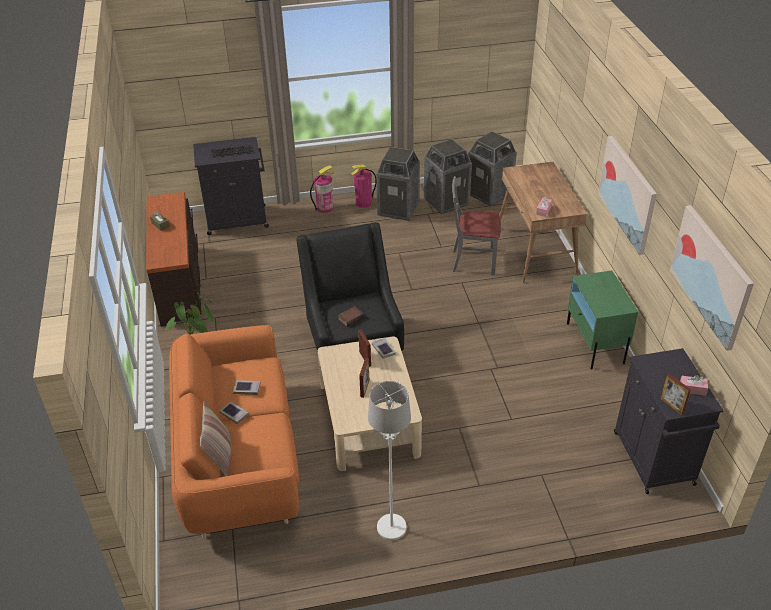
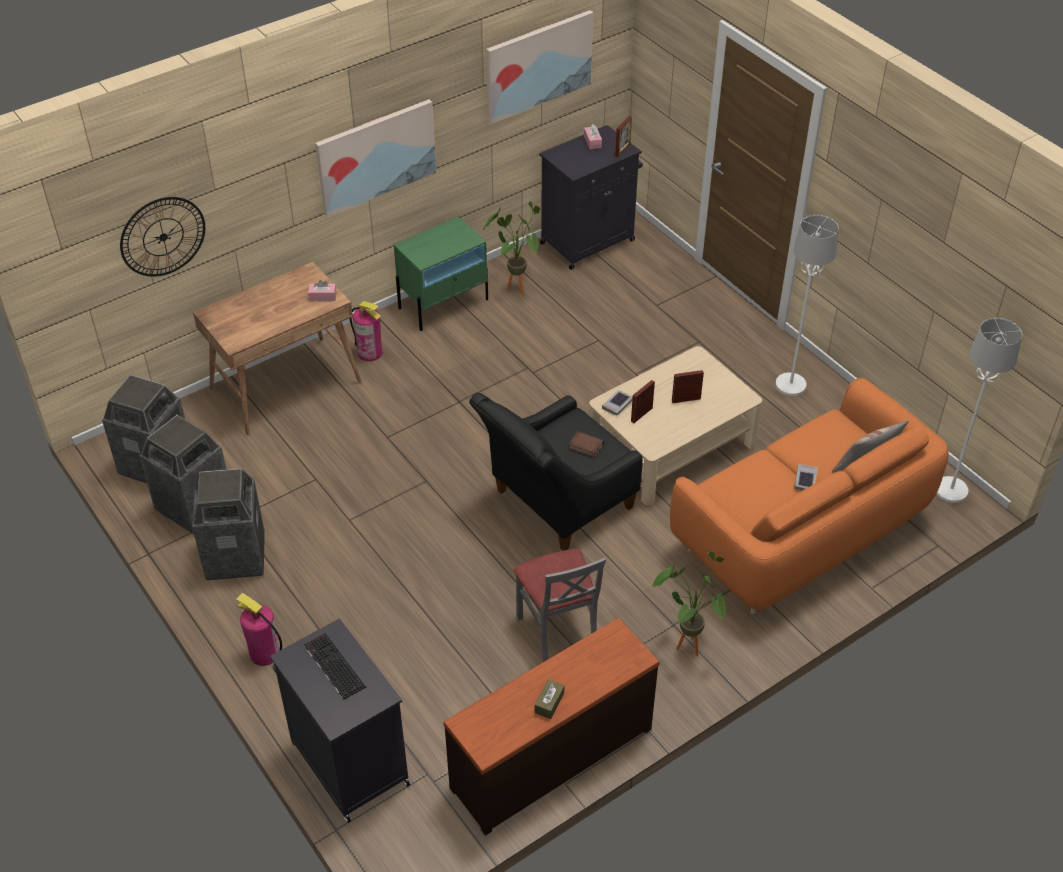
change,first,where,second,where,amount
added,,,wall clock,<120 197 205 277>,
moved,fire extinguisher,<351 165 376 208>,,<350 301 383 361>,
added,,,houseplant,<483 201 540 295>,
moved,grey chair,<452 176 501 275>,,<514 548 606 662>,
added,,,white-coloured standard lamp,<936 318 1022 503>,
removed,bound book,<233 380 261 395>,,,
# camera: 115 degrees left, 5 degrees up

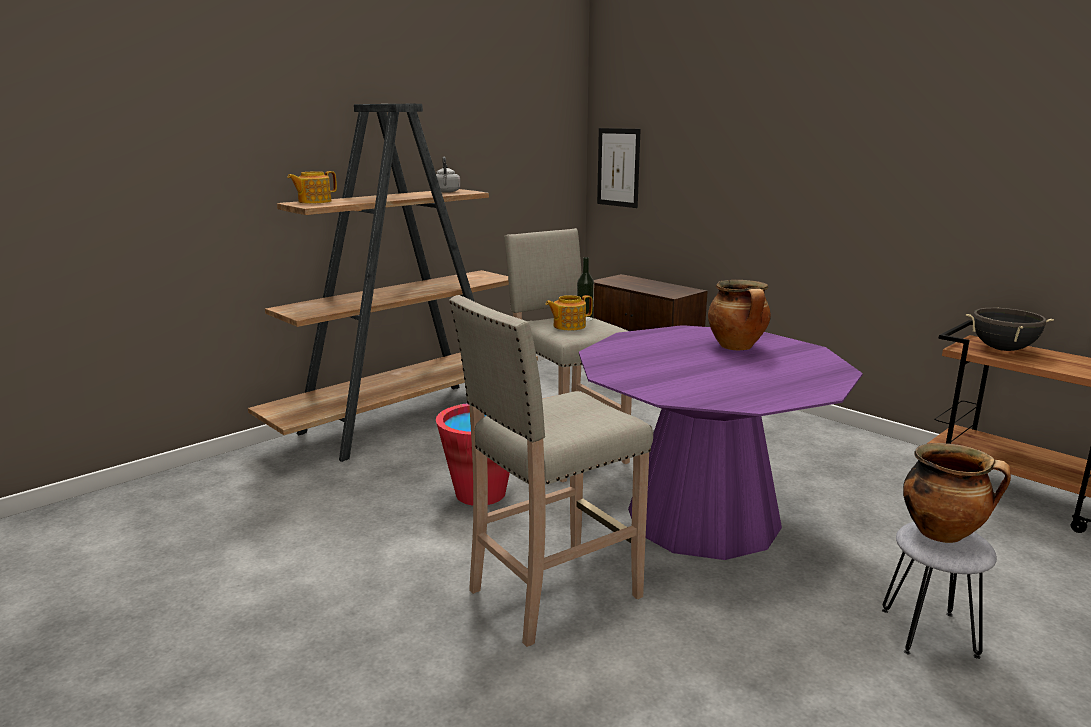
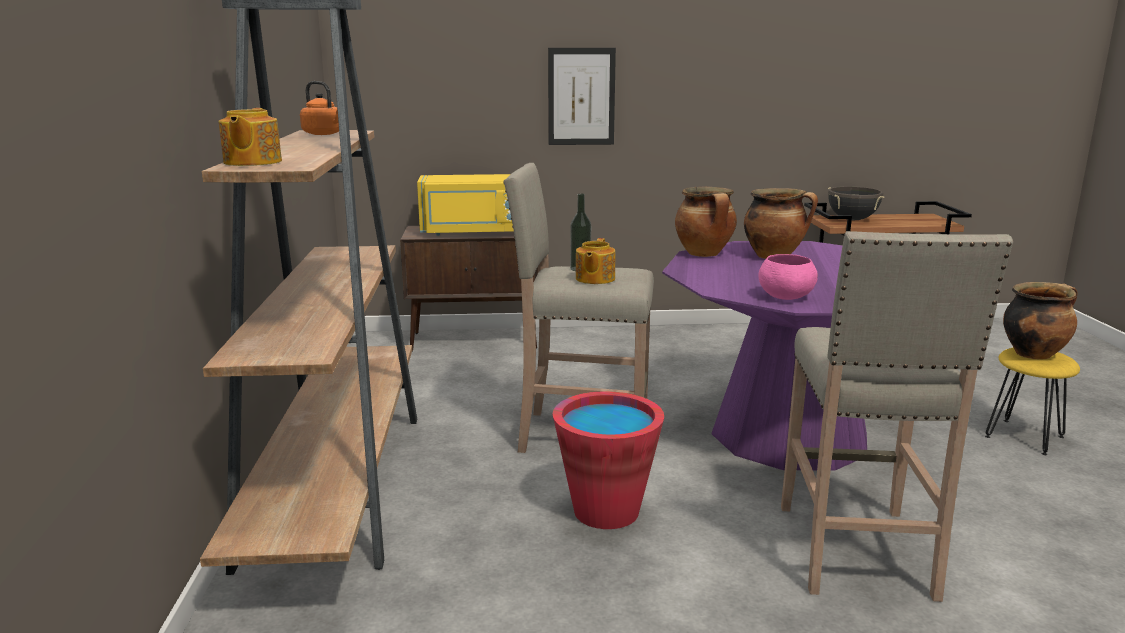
change,first,where,second,where,amount
recoloured,grey water kettle,<436 157 460 193>,orangey water kettle,<300 81 339 135>,
added,,,yellowish kitchen microwave,<417 174 514 236>,
moved,wall picture,<597 128 641 208>,,<548 48 616 145>,
added,,,cooking pot,<675 187 737 257>,
added,,,pink-coloured bowl,<758 254 818 300>,
recoloured,grey stool,<882 522 997 659>,yellowish stool,<985 348 1080 455>,
# camera: 50 degrees left, 0 degrees up

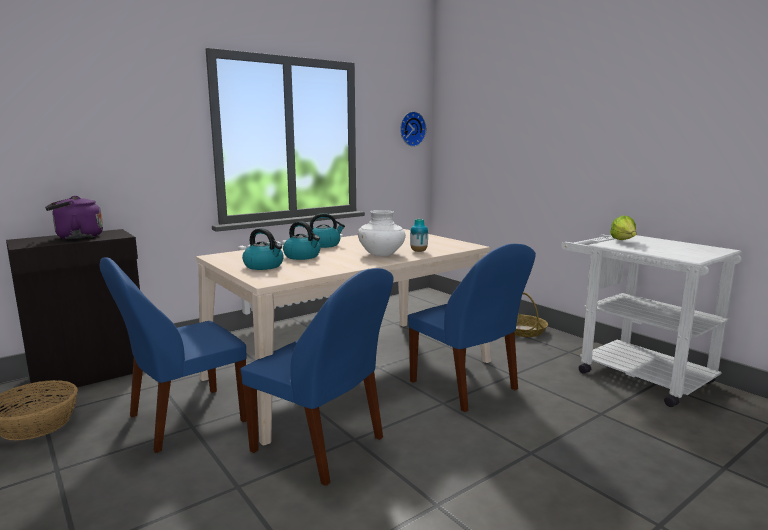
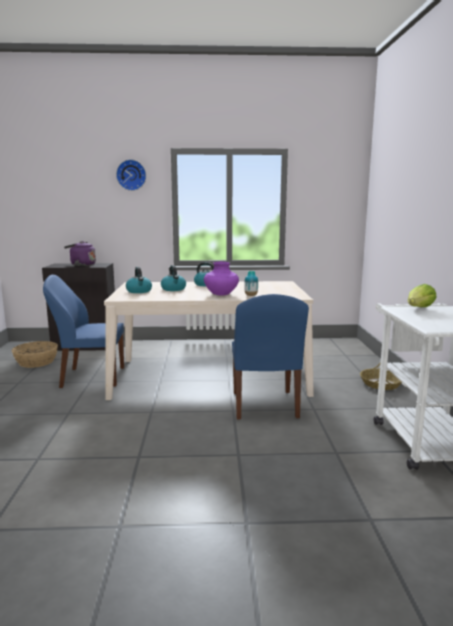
change,first,where,second,where,amount
moved,wall clock,<400 111 426 147>,,<116 159 146 191>,
recoloured,white-coloured decorative vase,<358 210 406 256>,purplish decorative vase,<204 262 239 296>,
removed,blue chair,<241 268 394 486>,,,
# camera: 35 degrees right, 0 degrees up

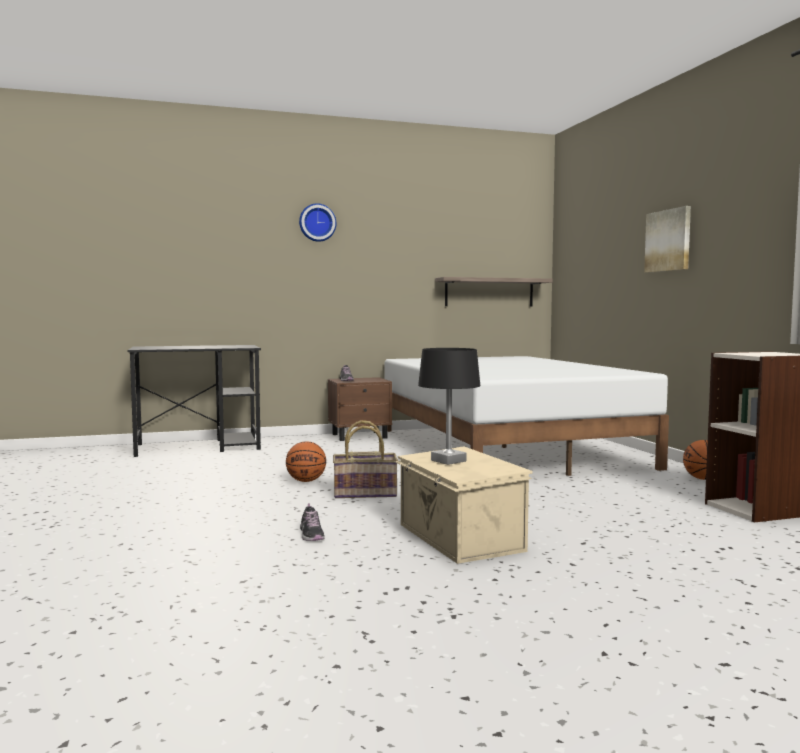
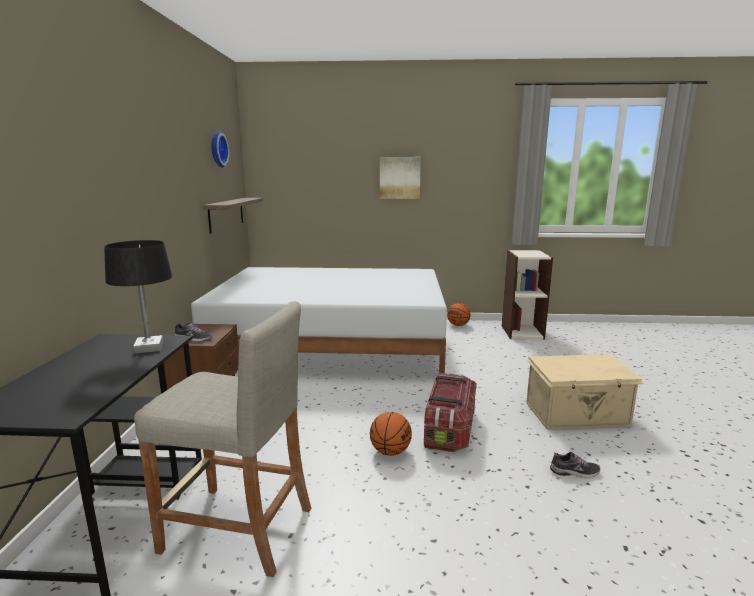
change,first,where,second,where,amount
moved,black tabletop lamp,<418 348 480 465>,,<104 240 172 354>,
added,,,beige stool,<134 301 311 577>,
moved,wall clock,<299 204 336 242>,,<212 131 229 168>,
replaced,storage basket,<333 420 398 498>,storage container,<424 373 477 452>,
# camera: 70 degrees left, 10 degrees up

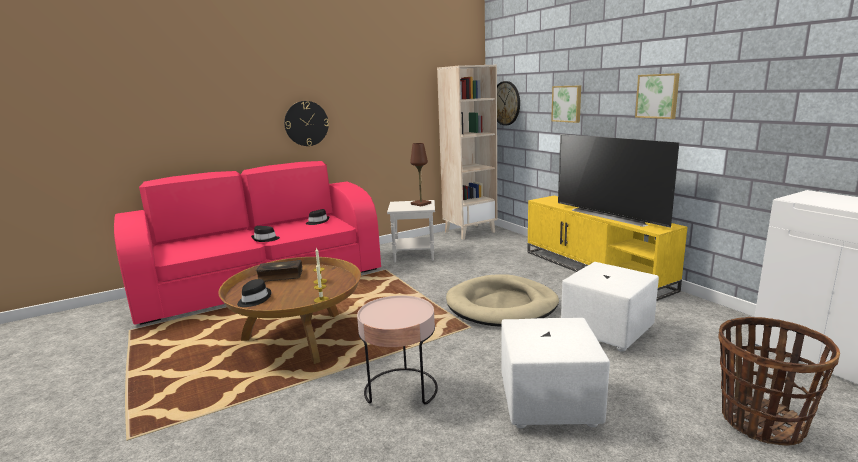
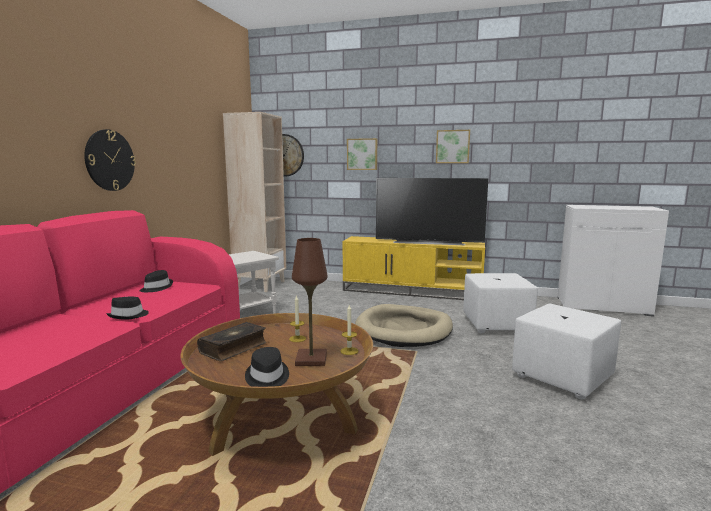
change,first,where,second,where,amount
moved,brown-coloured tabletop lamp,<410 143 431 206>,,<292 238 328 366>,
removed,pink-coloured accent table,<357 295 438 405>,,,
removed,storage basket,<719 317 840 446>,,,
# camera: 45 degrees left, 5 degrees down

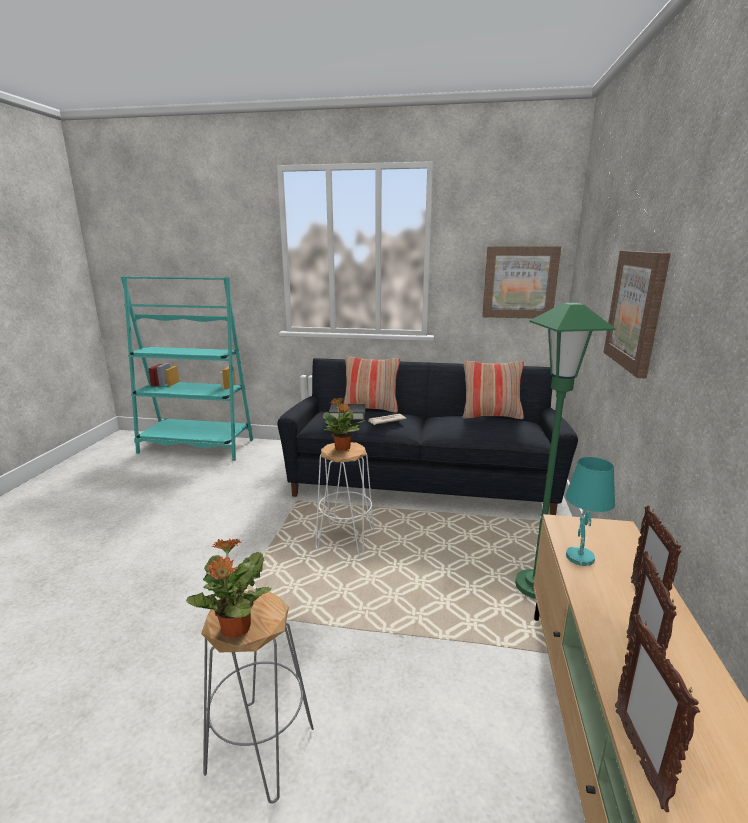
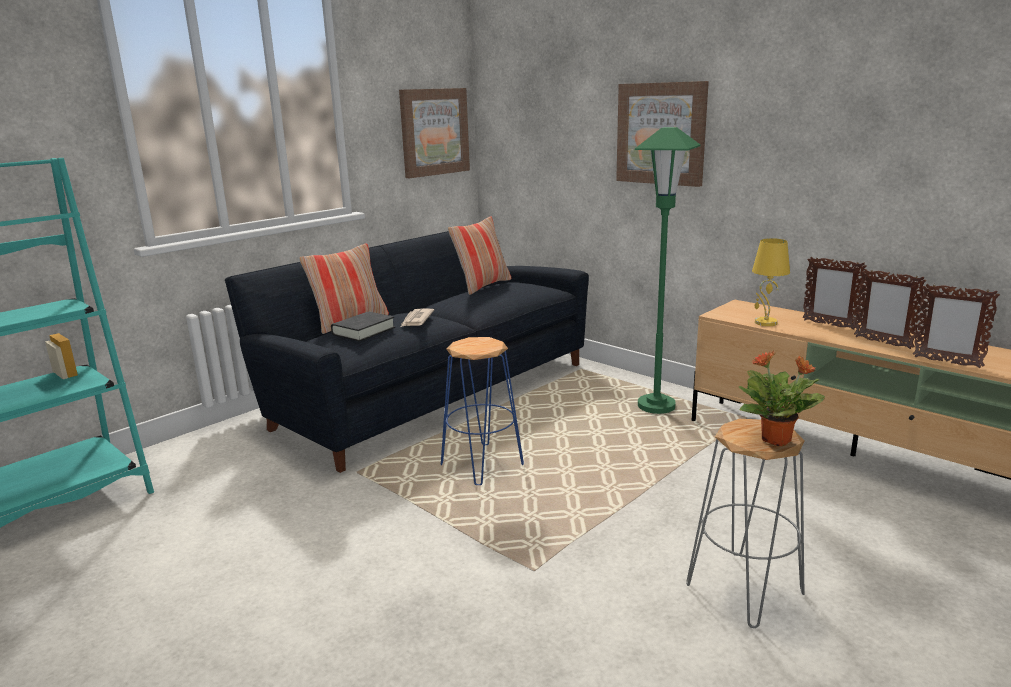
change,first,where,second,where,amount
recoloured,white-coloured stool,<315 442 374 555>,blue stool,<441 337 524 485>,
recoloured,turquoise tabletop lamp,<565 457 615 566>,yellowish tabletop lamp,<752 238 790 326>,
removed,houseplant,<323 398 365 451>,,,
# camera: 55 degrees left, 0 degrees up

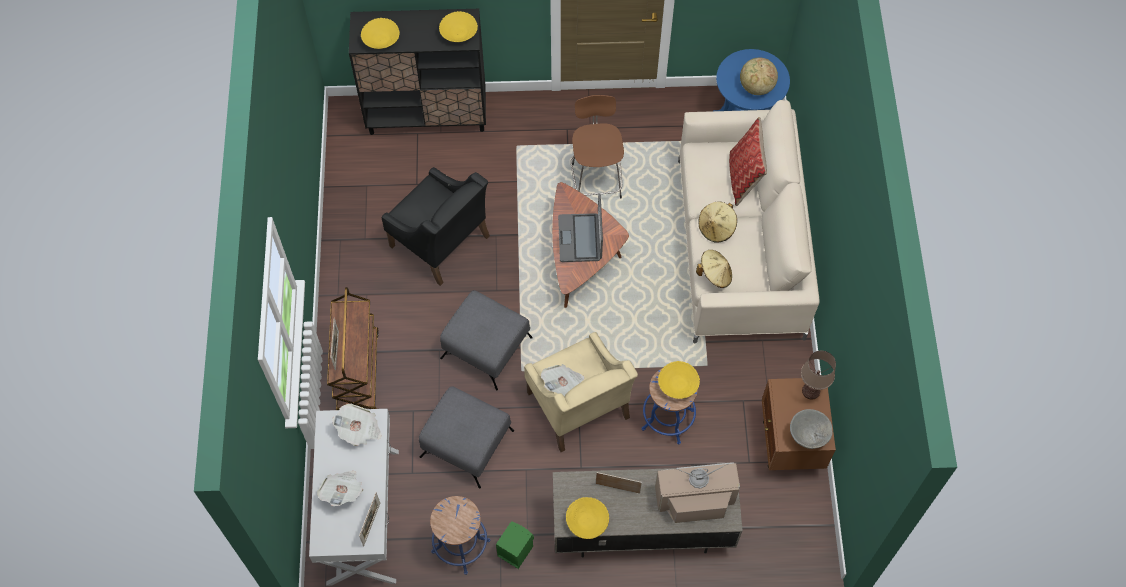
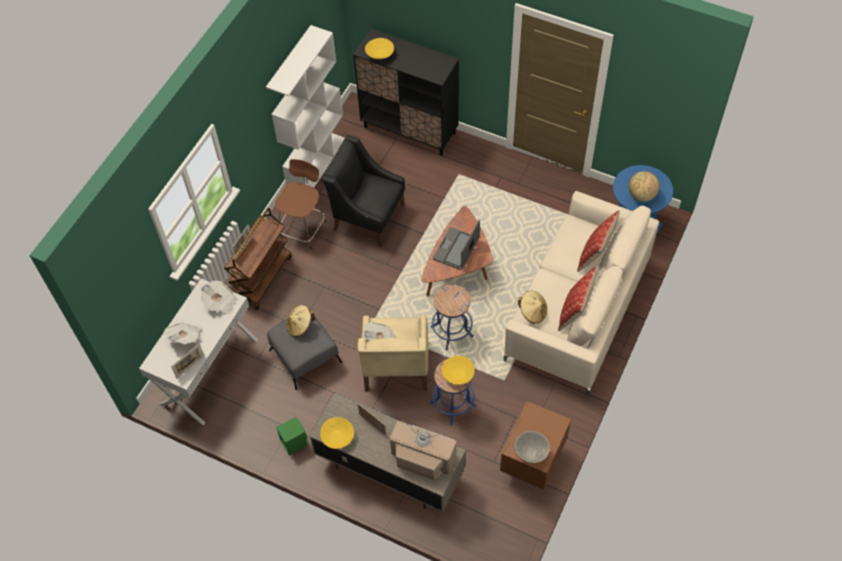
change,first,where,second,where,amount
added,,,white-coloured bookcase,<266 25 345 188>,
moved,brown-coloured stool,<571 95 624 198>,,<275 159 326 249>,
moved,beige clothing hat,<699 201 737 243>,,<287 305 315 337>,
turned,black easy chair,<381 167 490 286>,,<322 135 405 247>,135 degrees clockwise
moved,blue stool,<430 496 490 575>,,<431 285 474 350>,
added,,,throw pillow,<558 266 598 331>,
removed,yellowish bowl,<439 11 478 42>,,,
removed,grey ottoman,<440 290 533 390>,,,
removed,brown-coloured tabletop lamp,<801 350 836 400>,,,
# camera: 30 degrees right, 5 degrees down

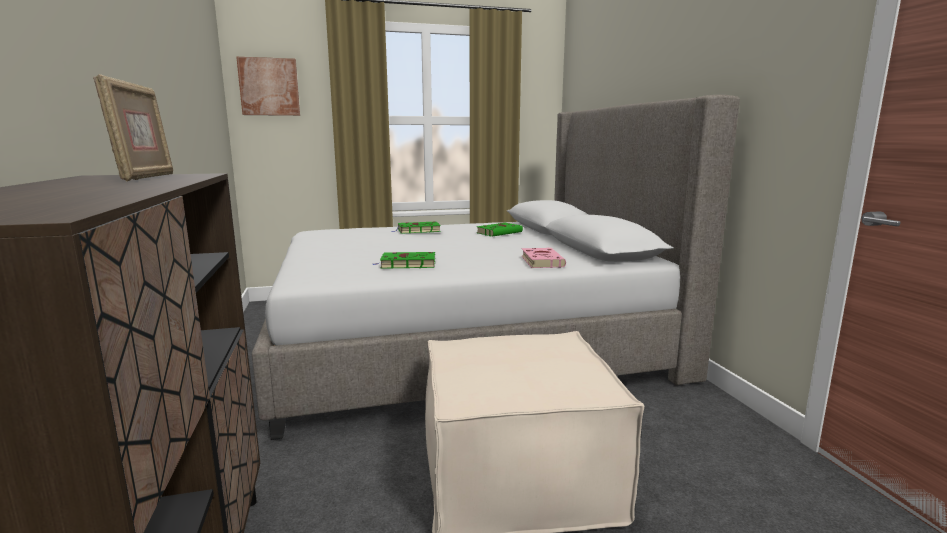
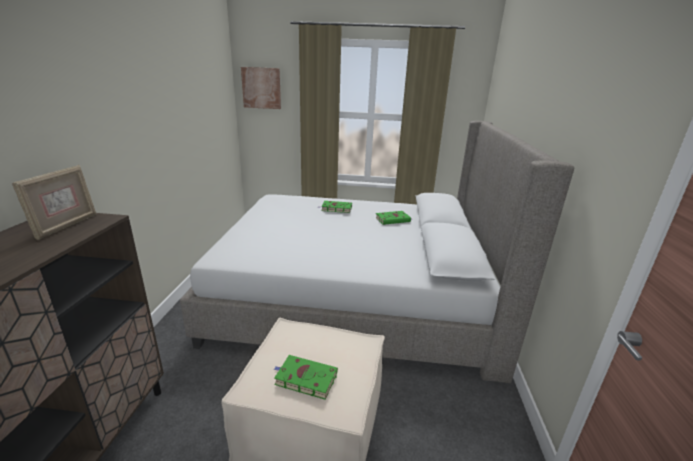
change,first,where,second,where,amount
moved,green bound book,<373 252 435 269>,,<273 355 338 400>,
removed,pink-coloured bound book,<522 248 566 268>,,,
# camera: 20 degrees right, 10 degrees up

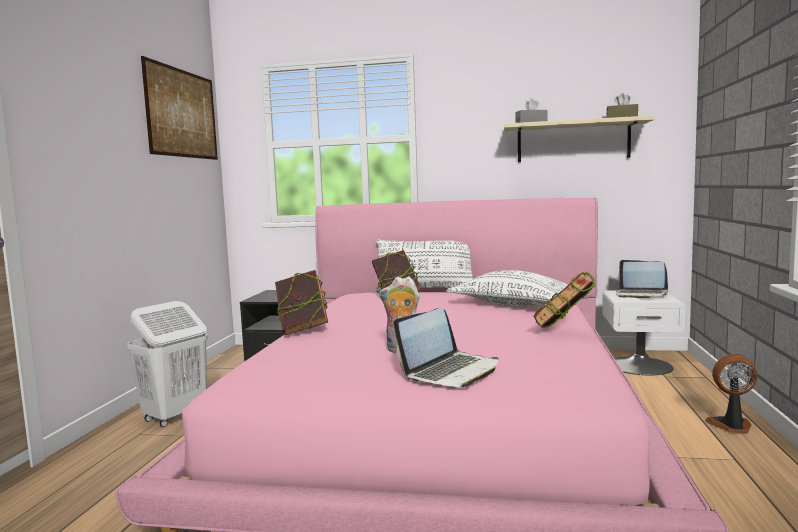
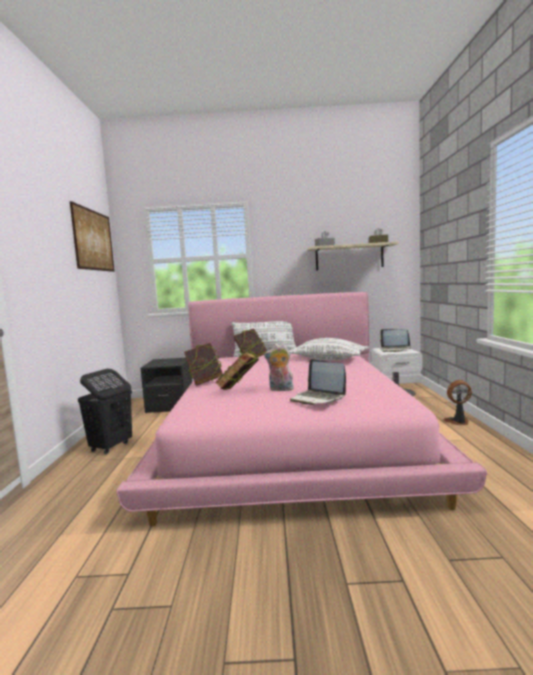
change,first,where,second,where,amount
recoloured,white-coloured washing basket,<127 301 208 427>,black washing basket,<78 369 132 454>,
moved,bound book,<533 271 595 328>,,<215 350 259 390>,
turned,portable computer,<393 308 498 387>,,<290 359 346 405>,105 degrees clockwise
# camera: 10 degrees left, 0 degrees up

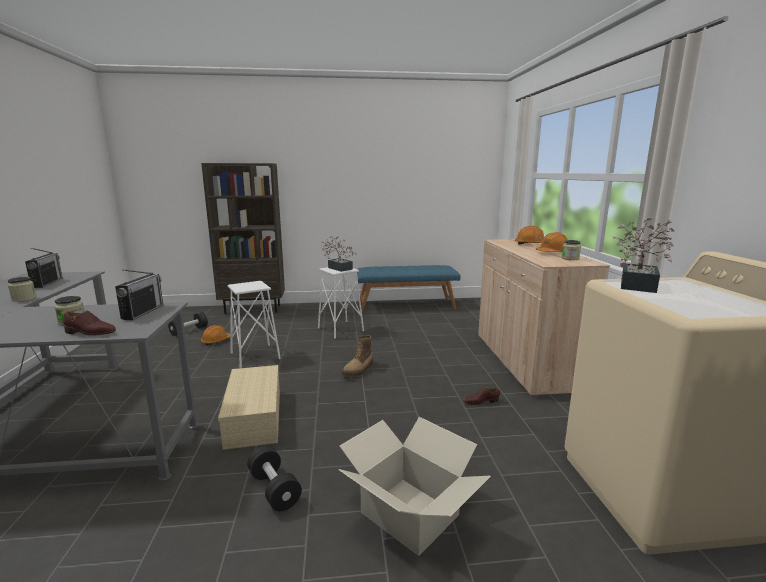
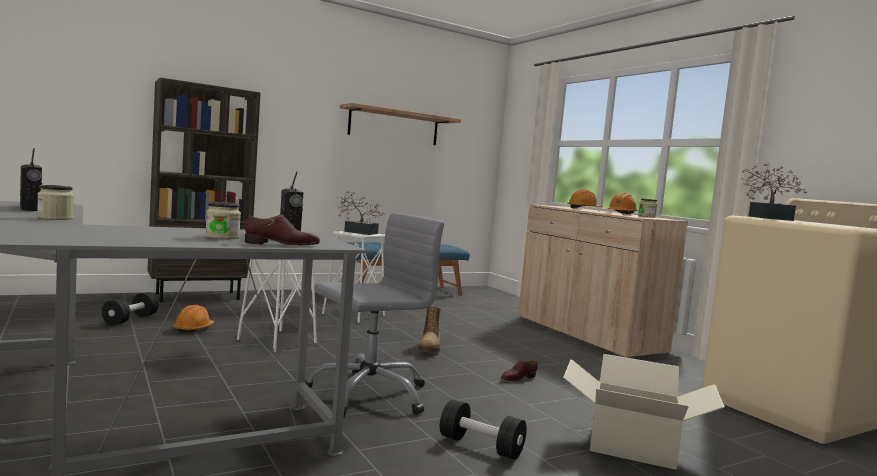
change,first,where,second,where,amount
replaced,beige storage container,<218 365 280 450>,grey desk chair,<305 213 444 418>,
added,,,shelf,<339 103 461 145>,
moved,brown-coloured low shoe,<463 388 500 405>,,<501 360 538 381>,
# camera: 25 degrees left, 10 degrees down

